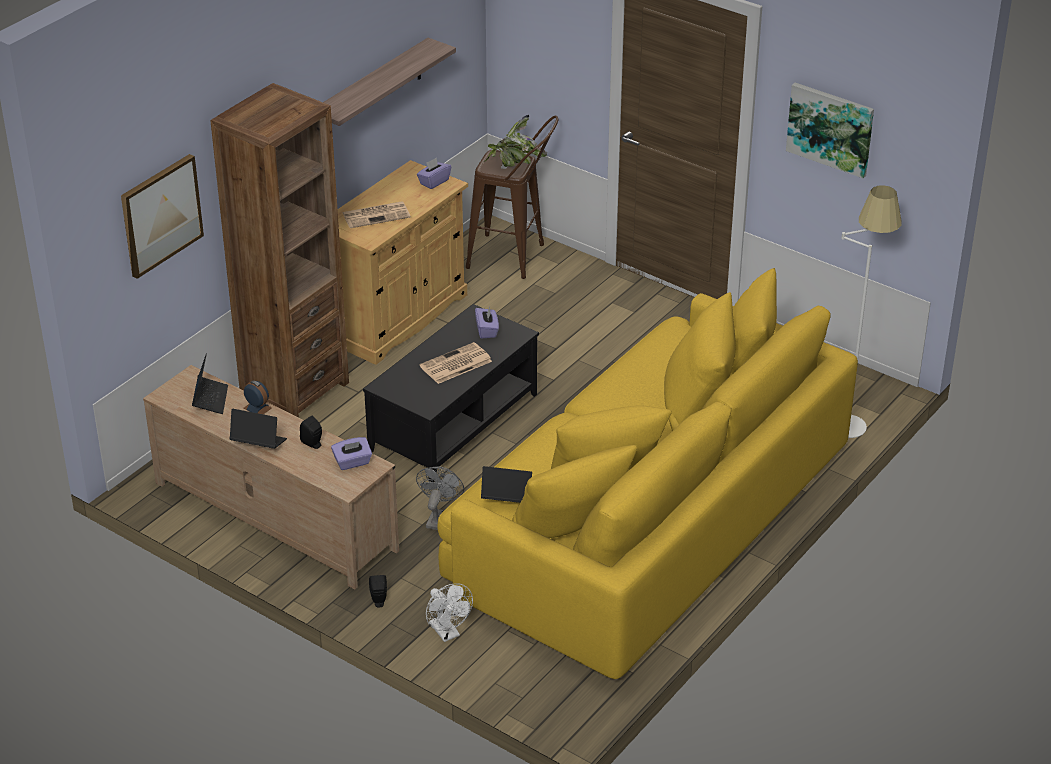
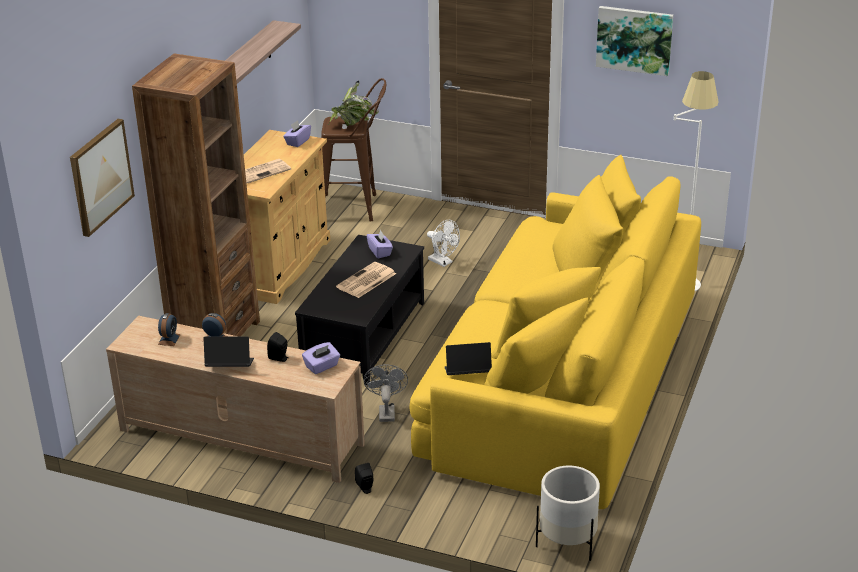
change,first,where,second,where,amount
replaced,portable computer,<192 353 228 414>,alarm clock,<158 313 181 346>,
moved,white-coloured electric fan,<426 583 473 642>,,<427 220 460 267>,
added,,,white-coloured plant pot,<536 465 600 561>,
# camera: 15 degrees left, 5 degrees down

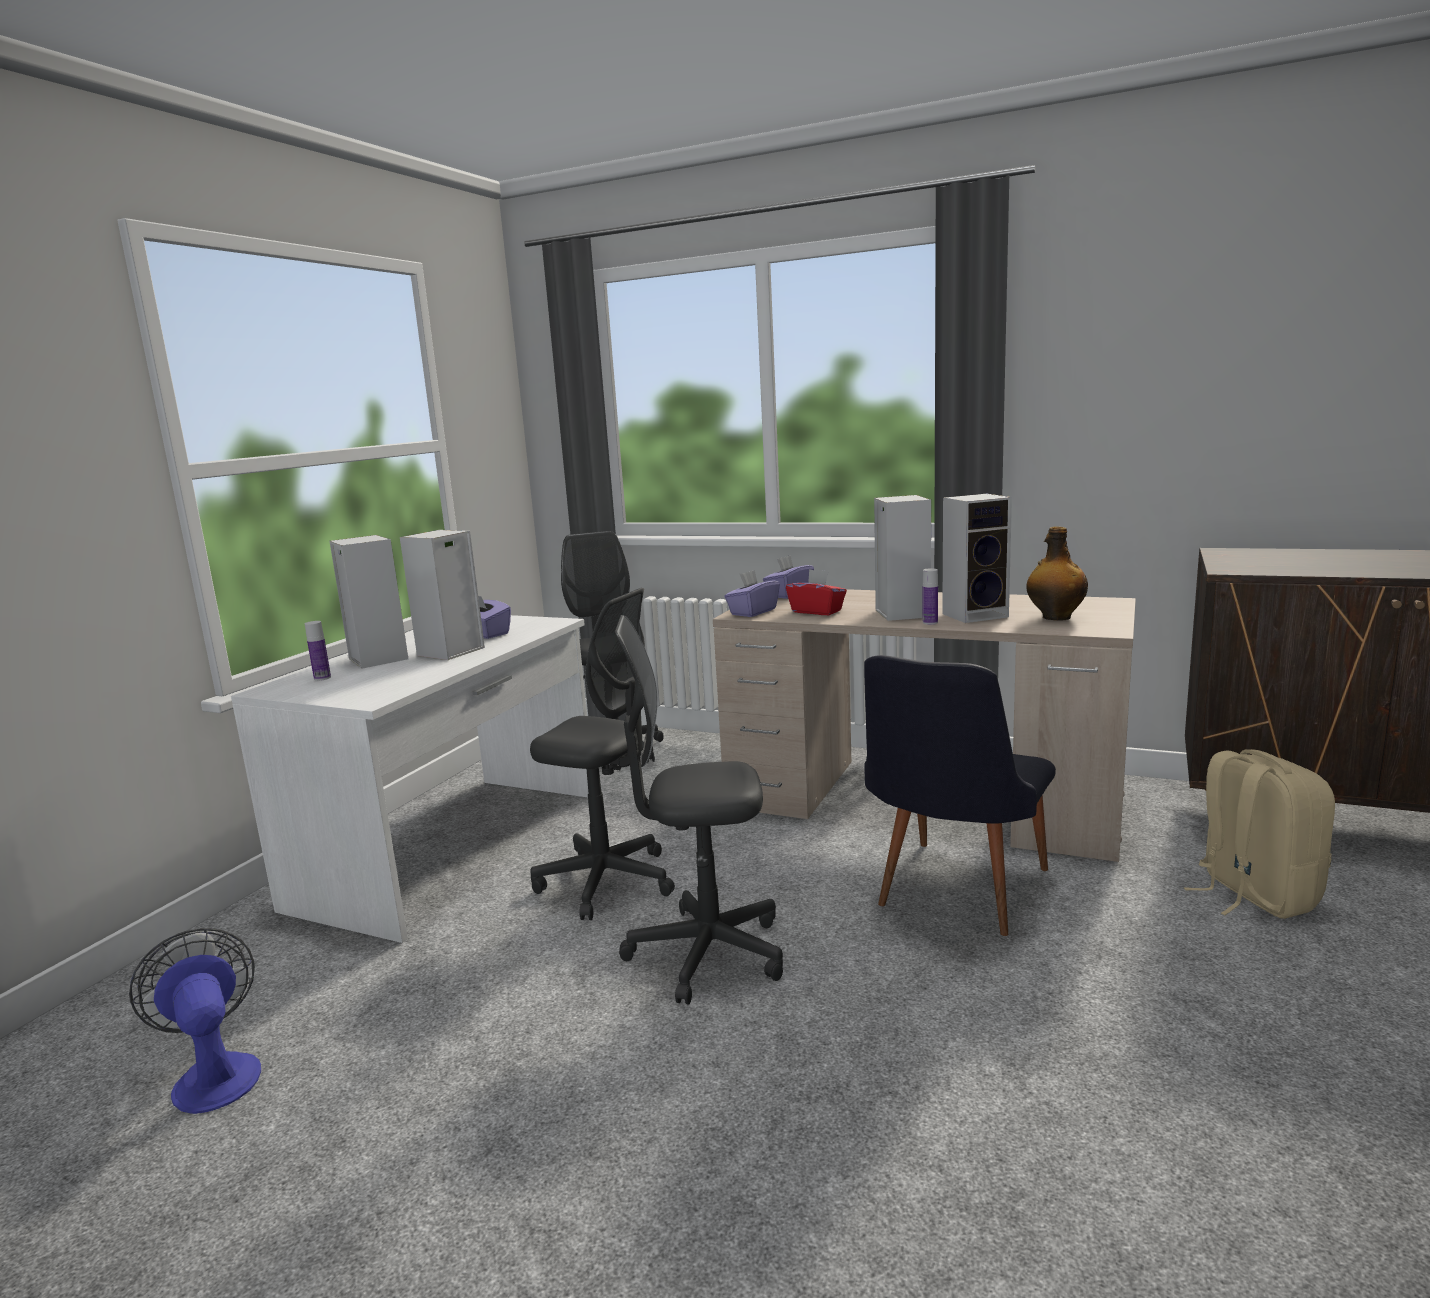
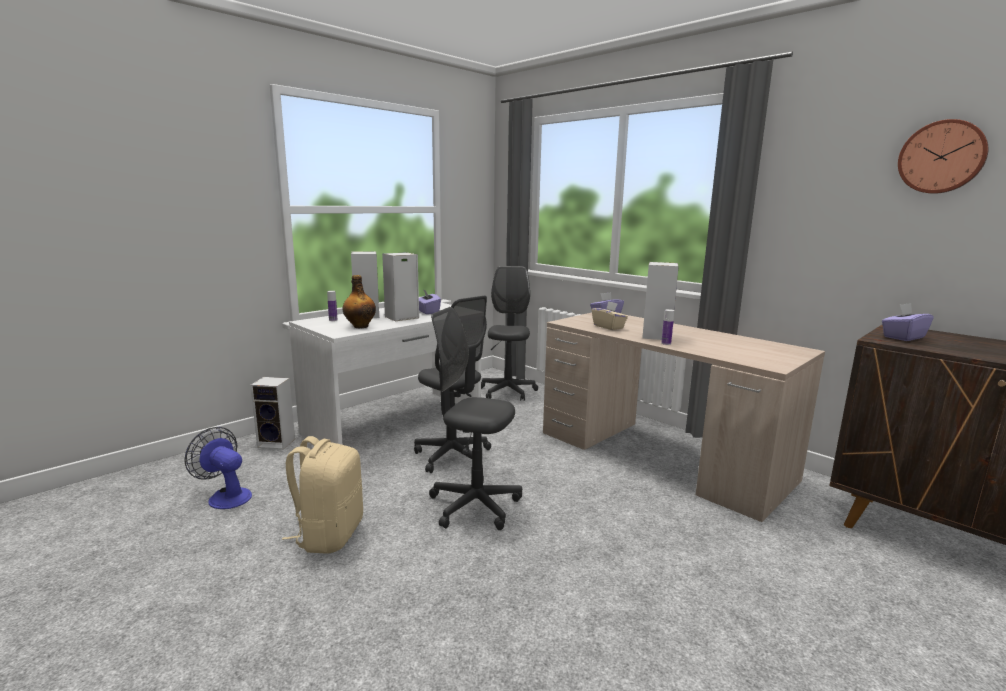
change,first,where,second,where,amount
turned,electric fan,<129 928 261 1114>,,<184 427 252 509>,45 degrees counterclockwise
moved,speaker,<942 493 1012 623>,,<250 377 295 449>,
moved,beige rucksack,<1184 749 1335 919>,,<282 436 363 554>,
moved,beverage bottle,<1026 526 1088 621>,,<342 275 376 328>,
recoloured,reddish box of tissues,<786 569 847 615>,beige box of tissues,<592 301 628 330>,
moved,purplish box of tissues,<724 570 780 617>,,<882 303 934 341>,
added,,,wall clock,<898 119 988 194>,
removed,black chair,<864 655 1056 936>,,,
# camera: 20 degrees right, 0 degrees up

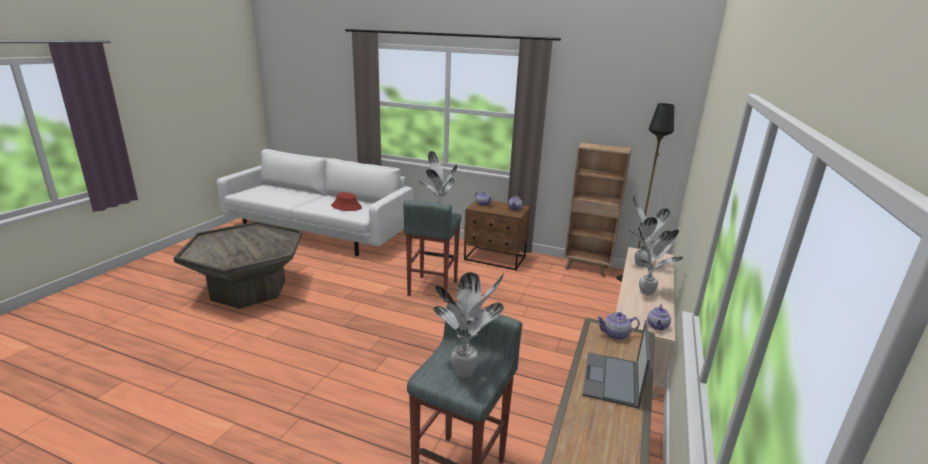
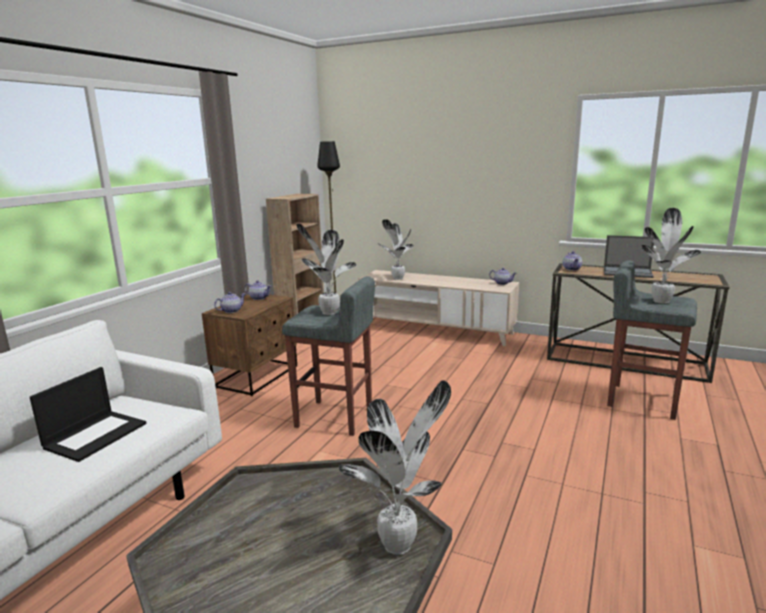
change,first,where,second,where,amount
replaced,reddish clothing hat,<331 192 362 211>,portable computer,<30 367 146 462>,
moved,houseplant,<638 227 683 295>,,<339 380 451 555>,
# camera: 85 degrees left, 5 degrees down

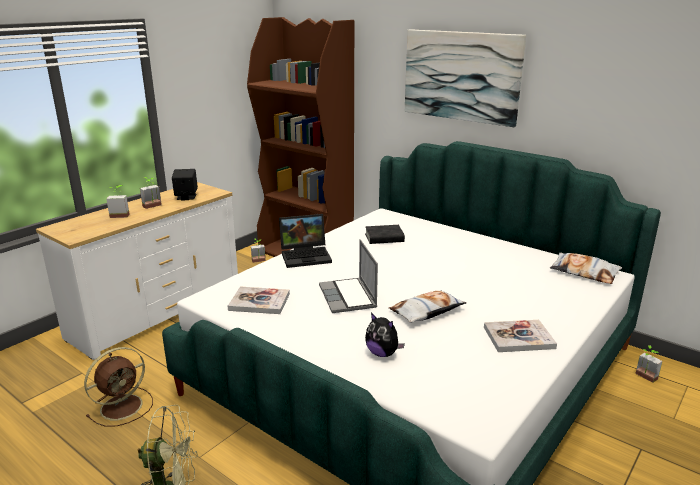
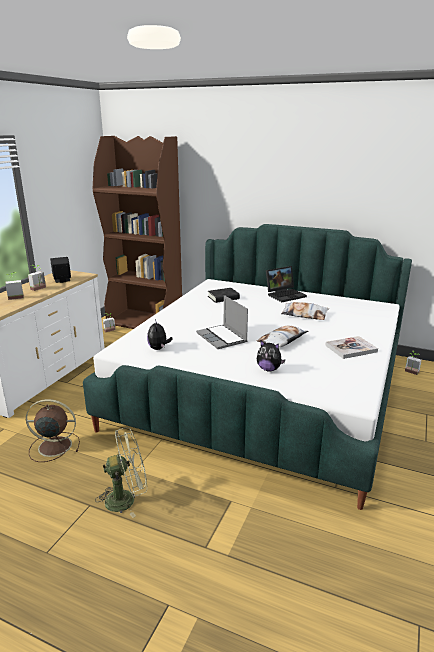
change,first,where,second,where,amount
turned,brown-coloured electric fan,<84 347 153 427>,,<26 399 80 462>,120 degrees counterclockwise
replaced,bound book,<228 287 290 314>,plush toy,<147 319 173 350>,
moved,portable computer,<279 214 332 268>,,<266 266 307 302>,
moved,throw pillow,<550 252 622 284>,,<281 302 329 320>,
removed,wall picture,<405 29 526 127>,,,
# camera: 15 degrees left, 0 degrees up

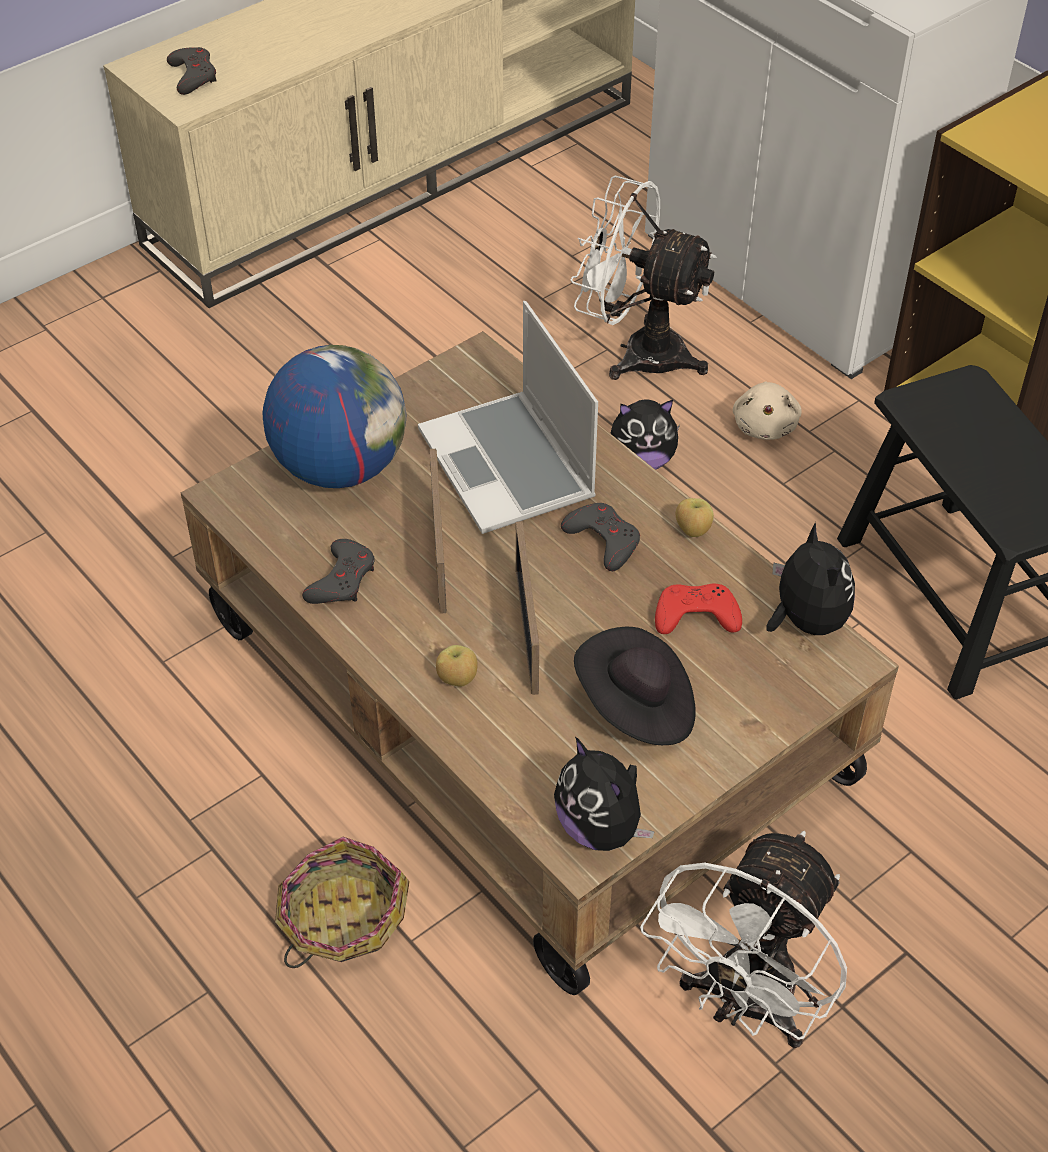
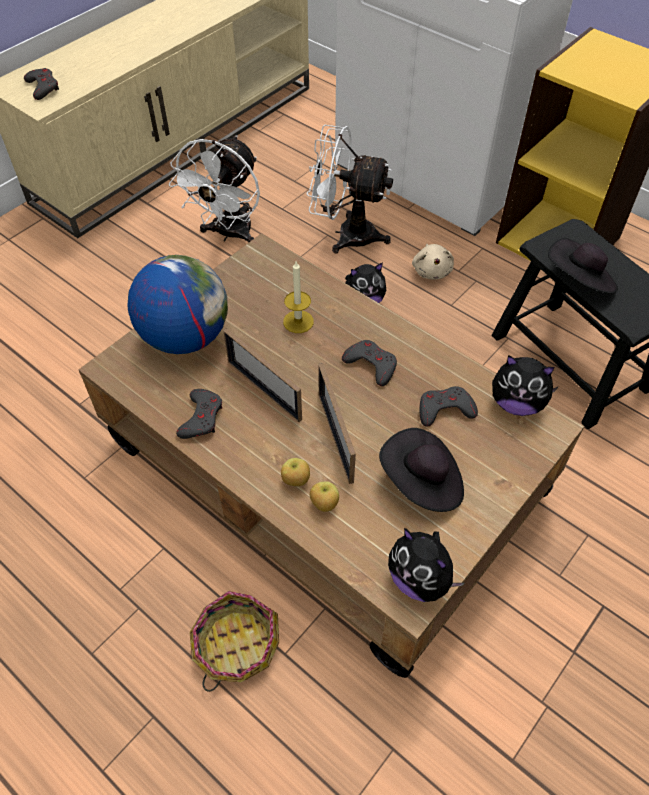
change,first,where,second,where,amount
moved,white-coloured electric fan,<640 831 847 1048>,,<169 135 260 243>,
turned,standing frame,<430 449 447 614>,,<223 328 302 422>,150 degrees clockwise
replaced,portable computer,<418 301 598 534>,wax light,<283 261 314 333>,
moved,apple,<676 498 714 537>,,<310 481 339 512>,
recoloured,reddish gamepad,<655 583 742 634>,grey gamepad,<420 386 478 427>,
turned,plush toy,<767 522 855 635>,,<492 355 559 416>,135 degrees clockwise
added,,,black clothing hat,<548 238 618 294>,
# camera: 10 degrees left, 5 degrees up

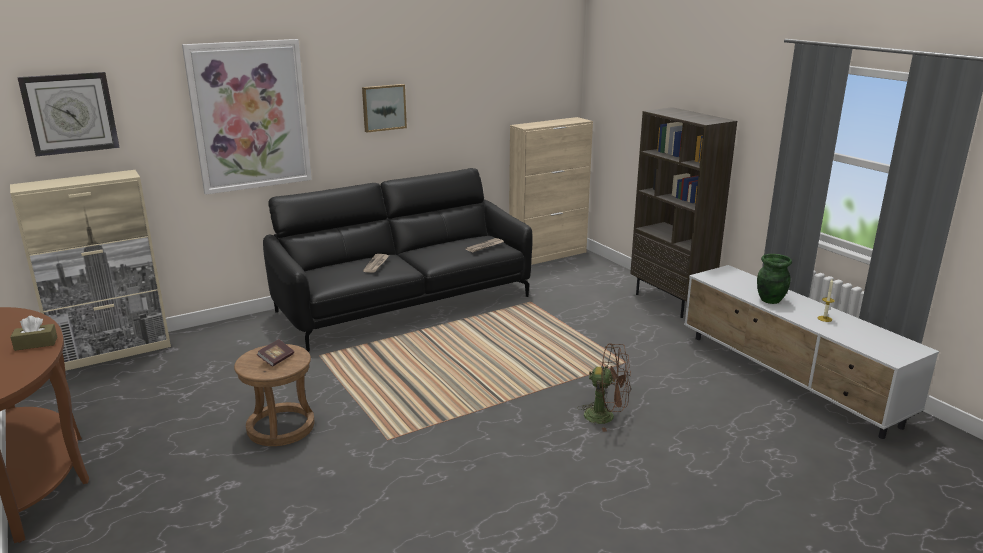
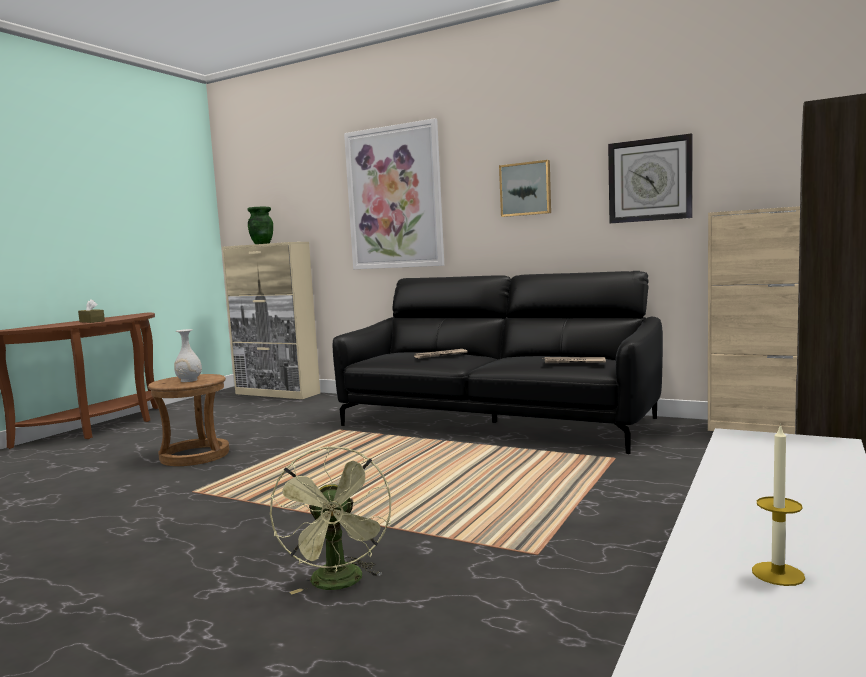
change,first,where,second,where,amount
replaced,bound book,<257 339 294 367>,white-coloured decorative vase,<174 329 202 382>,
moved,green decorative vase,<757 254 792 304>,,<247 207 273 244>,
recoloured,brown-coloured electric fan,<577 343 631 432>,green electric fan,<270 446 391 594>,
moved,wall clock,<17 72 120 157>,,<608 133 693 223>,
# camera: 60 degrees right, 15 degrees down

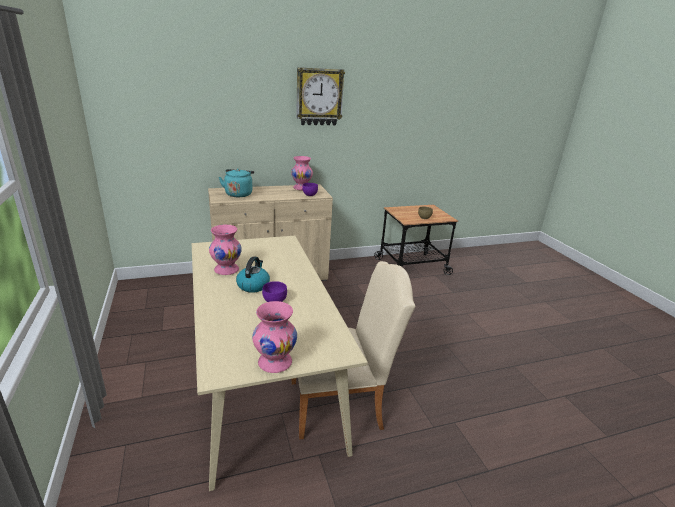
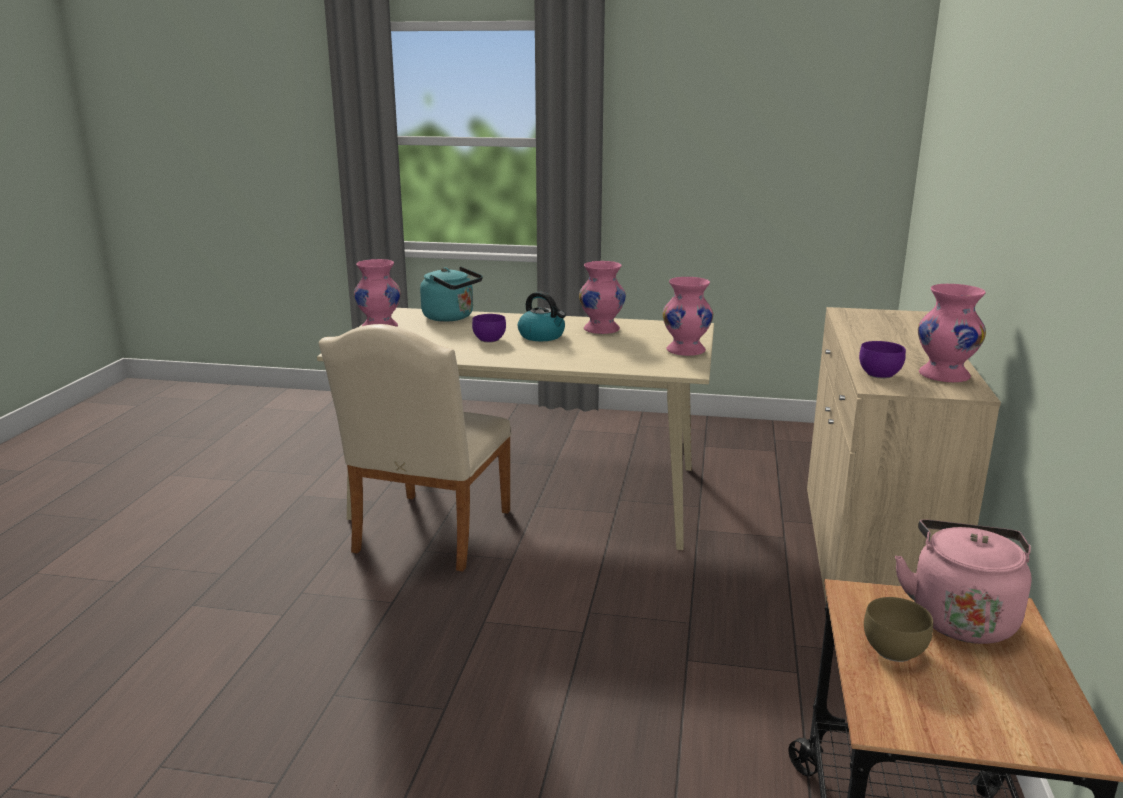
change,first,where,second,where,amount
moved,turquoise water kettle,<219 169 254 197>,,<420 267 483 322>,
added,,,pink-coloured decorative vase,<662 277 713 356>,
added,,,pink-coloured water kettle,<895 519 1032 644>,
removed,wall clock,<296 67 345 125>,,,
# camera: 120 degrees right, 5 degrees down

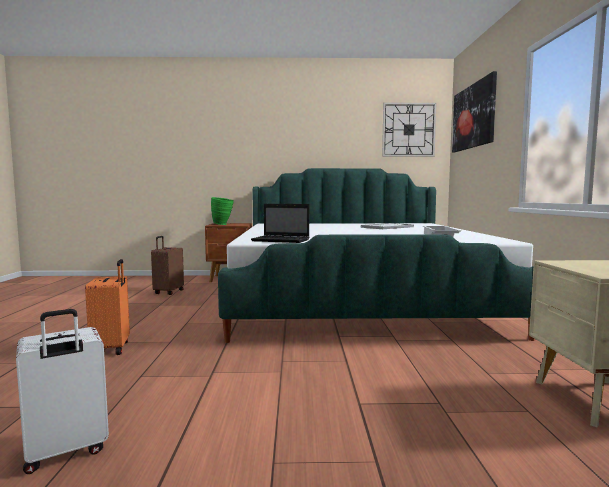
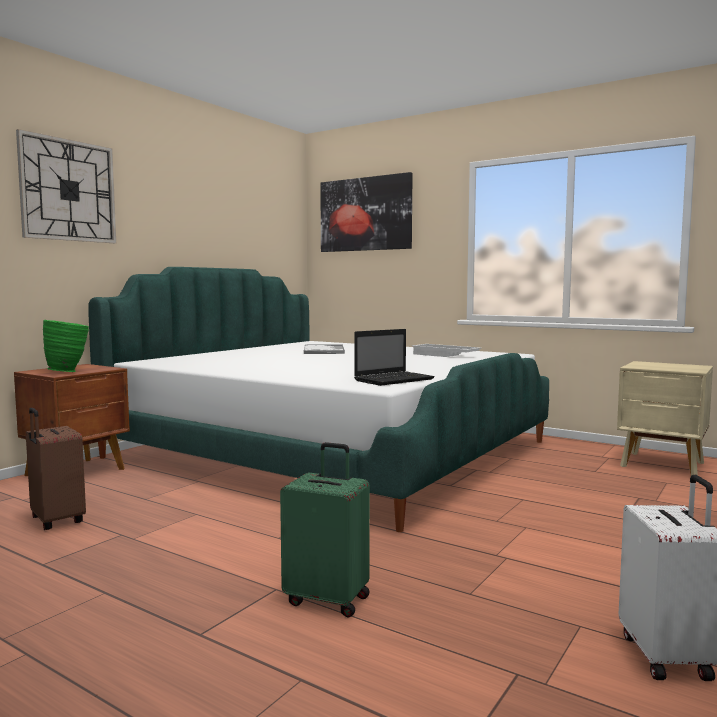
change,first,where,second,where,amount
moved,wall clock,<382 103 436 157>,,<16 129 116 243>,
recoloured,orangey suitcase,<85 259 130 355>,green suitcase,<280 442 370 617>,
# camera: 55 degrees left, 0 degrees up

